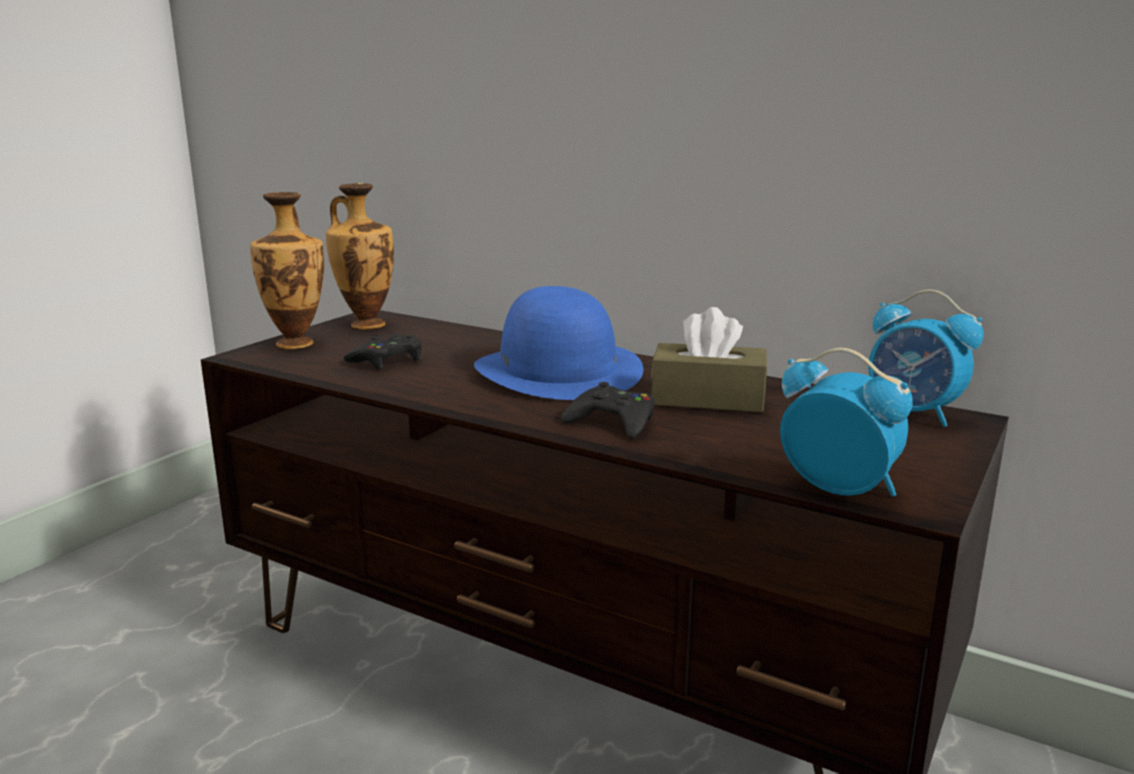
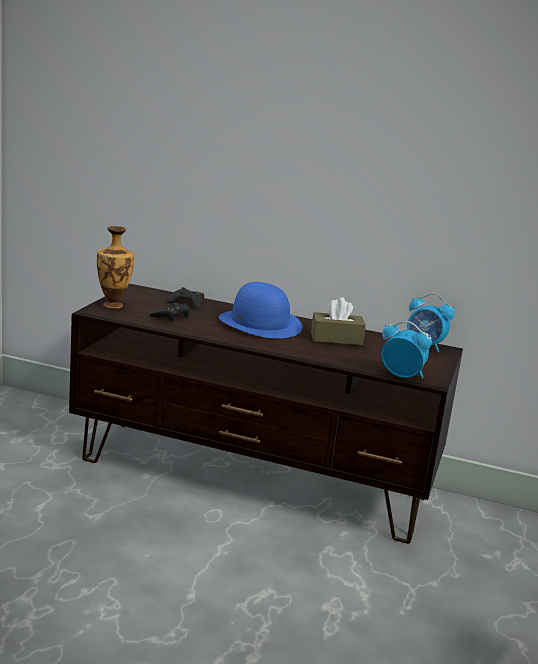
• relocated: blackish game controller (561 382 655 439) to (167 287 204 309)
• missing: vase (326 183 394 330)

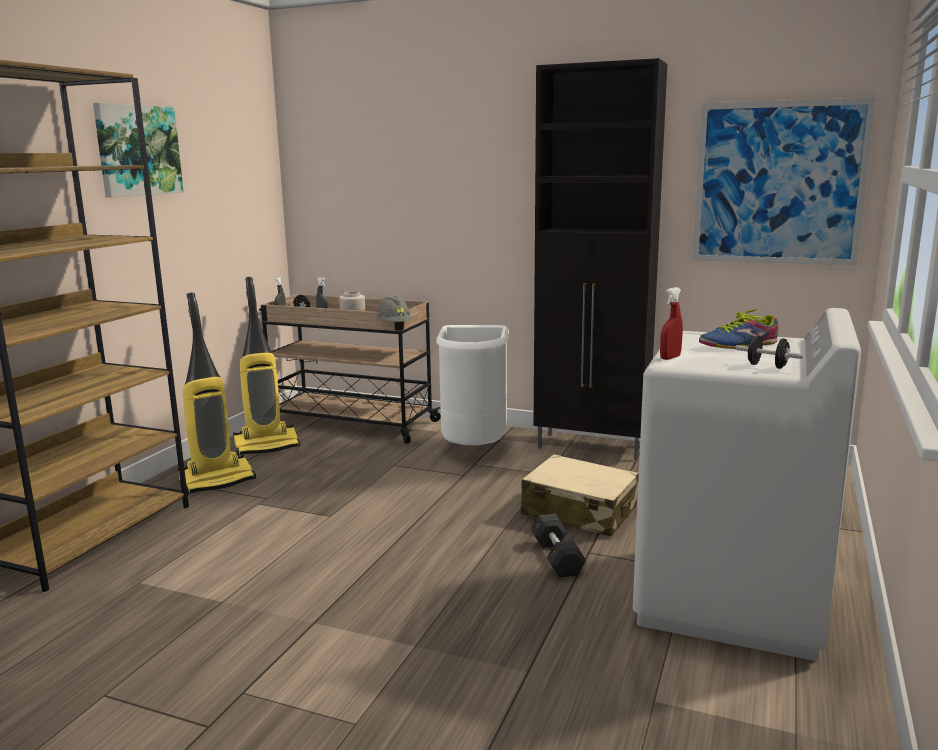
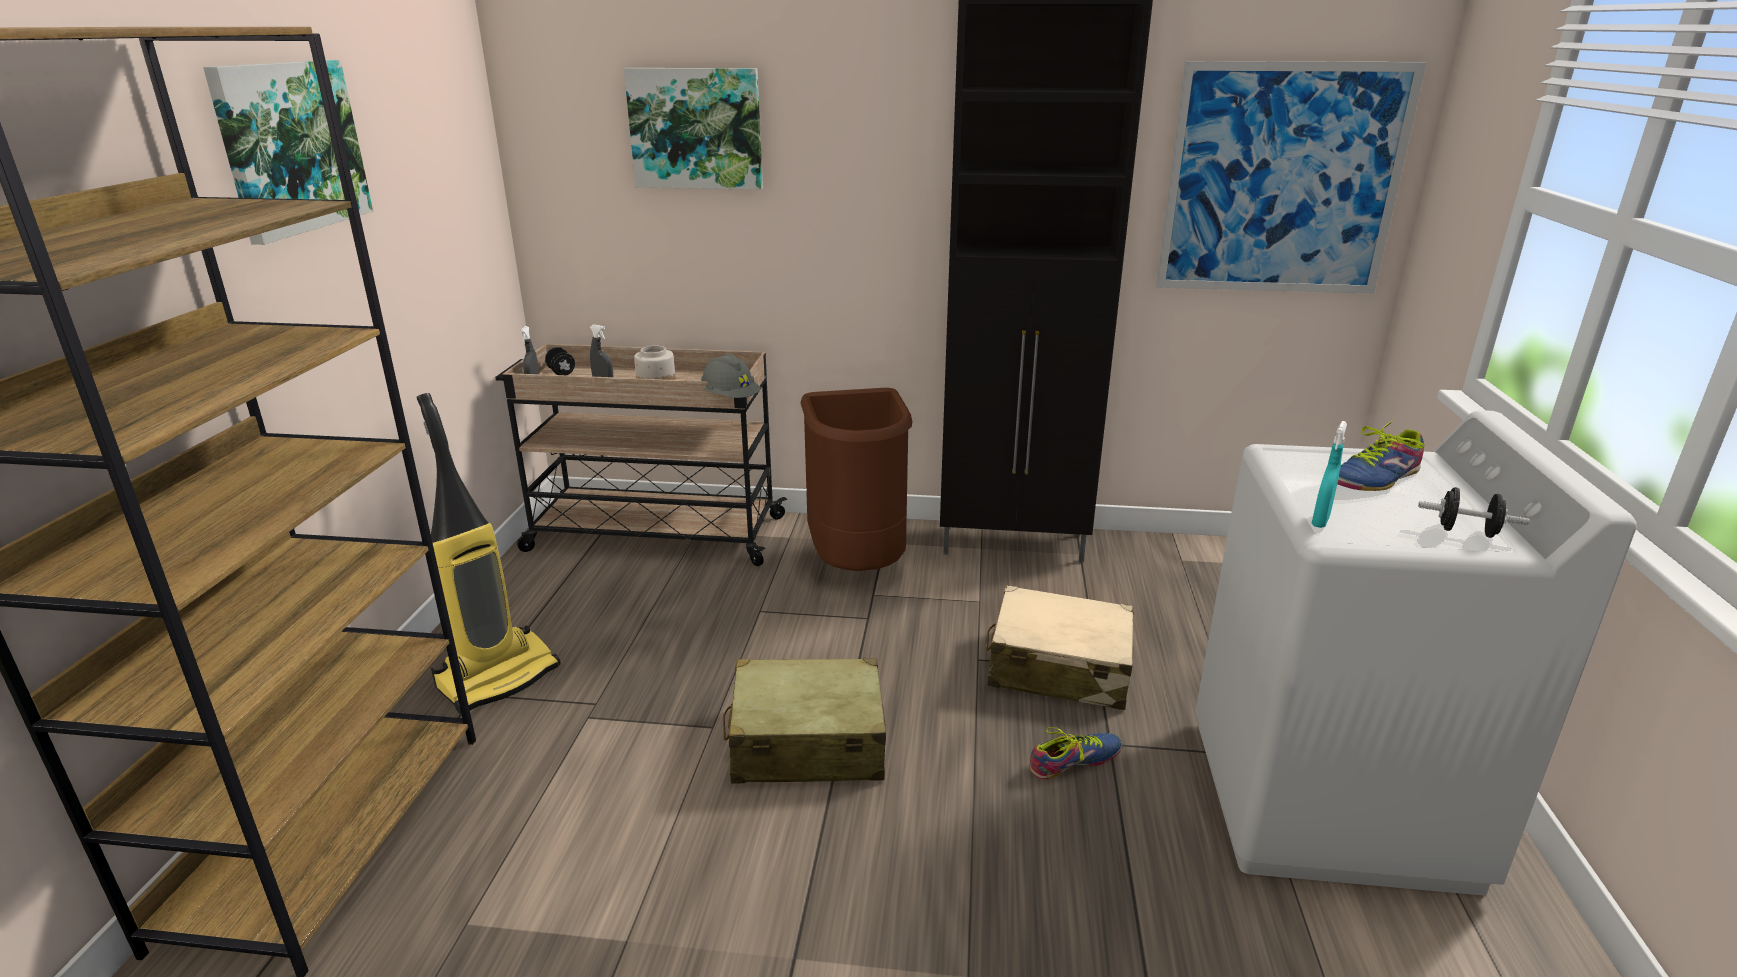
• appeared: wall art (624 68 763 190)
• appeared: sand-coloured travel case (723 658 886 784)
• colour: white-coloured trash can (436 325 509 445) to brownish trash can (800 388 912 571)
• exchanged: greyish dumbbell (531 514 586 577) to item of footwear (1030 727 1122 780)
• colour: reddish sprayer (660 287 683 360) to blue-green sprayer (1311 421 1347 528)
• missing: hoover (233 277 300 456)

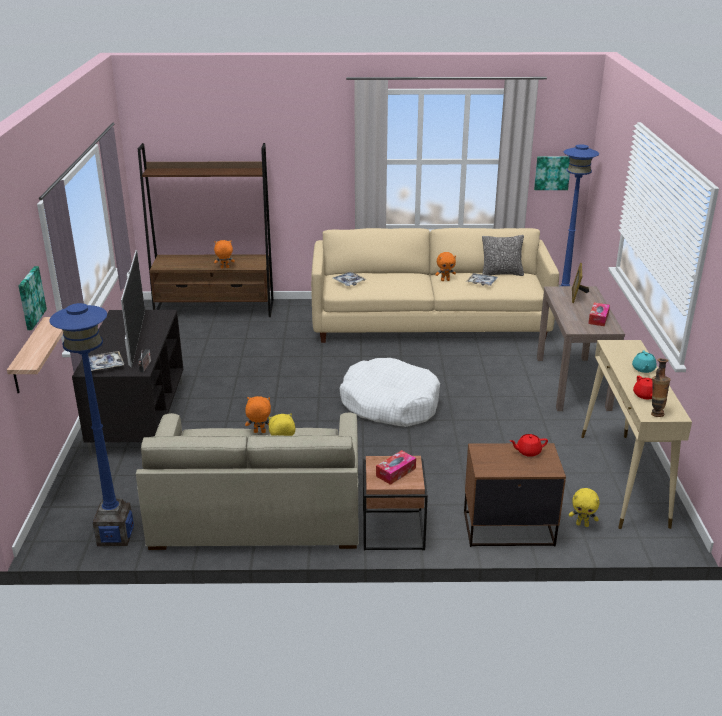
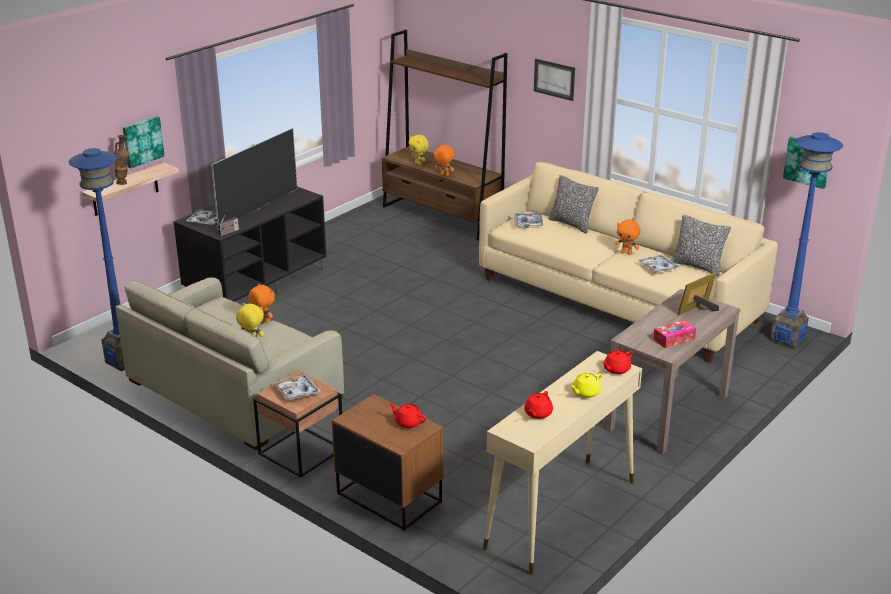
• relocated: vase (651 358 671 417) to (114 135 129 185)
• exchanged: tissue holder (376 450 416 485) to tray (274 375 321 401)
• relocated: yellowish cuddly toy (569 488 600 527) to (409 135 429 165)
• appeared: wall art (534 59 575 101)
• appeared: cushion (548 175 599 233)
• colour: blue-green teapot (632 351 657 373) to yellowish teapot (570 373 602 398)
• appeared: reddish teapot (602 350 632 374)
• missing: white-coloured dog bed (340 358 440 427)

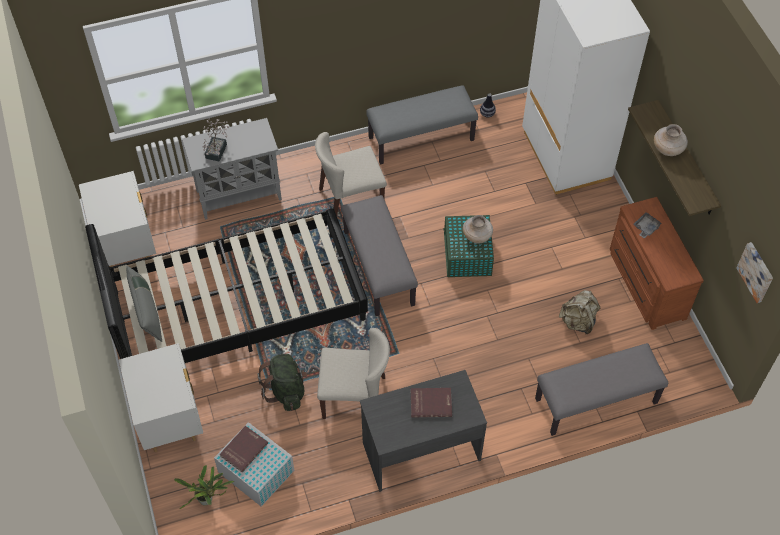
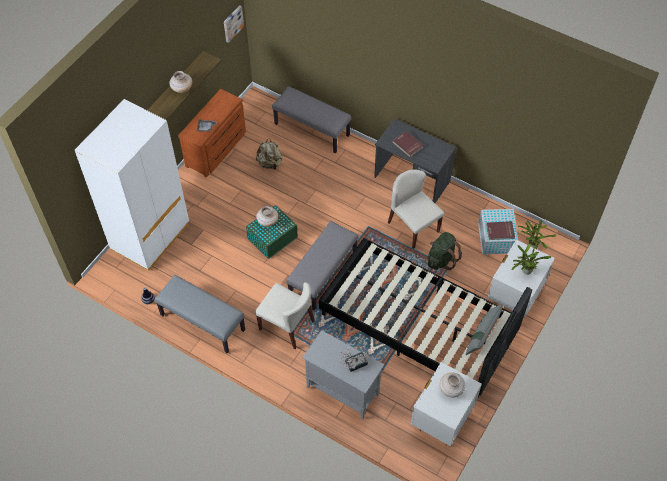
• appeared: sand-coloured vase (439 373 465 398)
• appeared: houseplant (511 242 551 275)

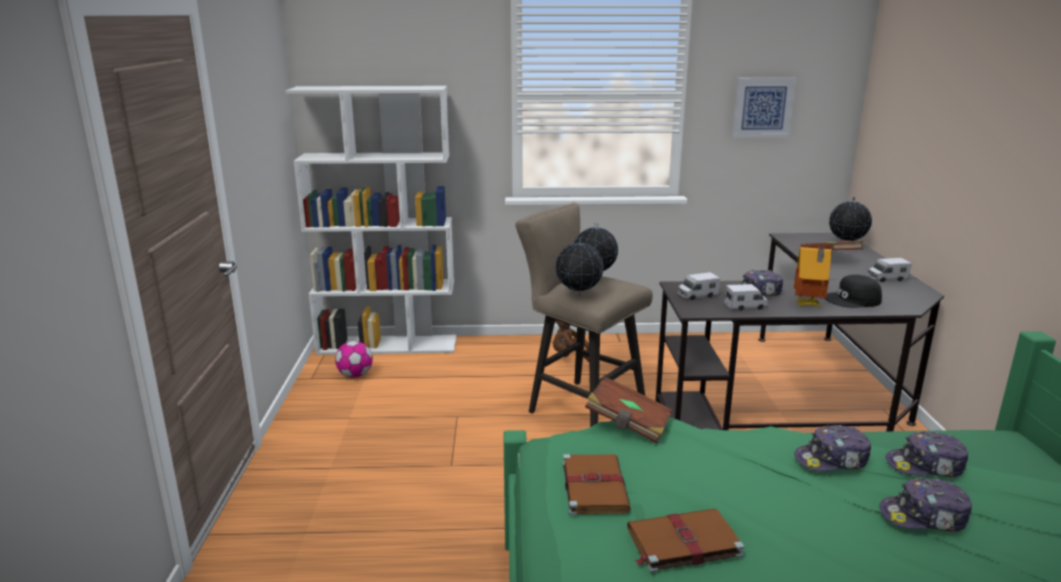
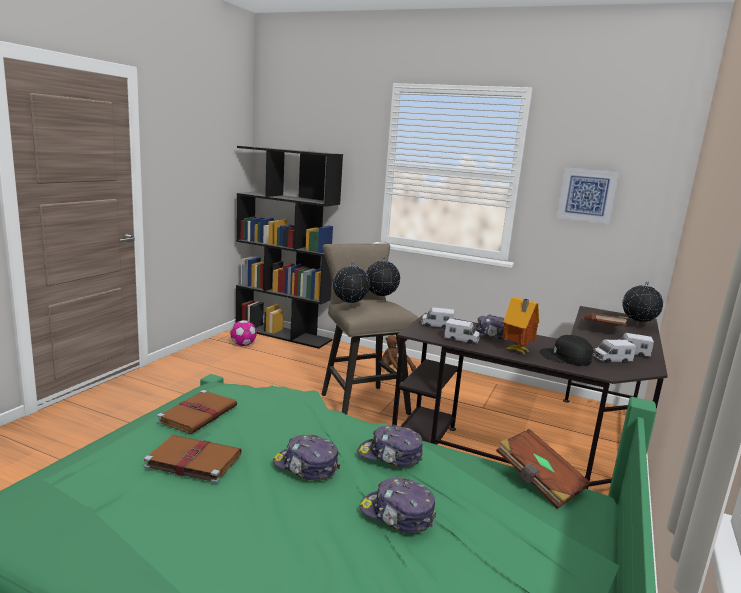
• colour: white-coloured bookcase (286 86 456 355) to blackish bookcase (236 146 343 349)
• relocated: peaked cap (886 431 968 477) to (273 434 341 481)
• relocated: brownish volume (585 376 673 444) to (496 429 590 509)
• appeared: model truck (593 340 636 363)

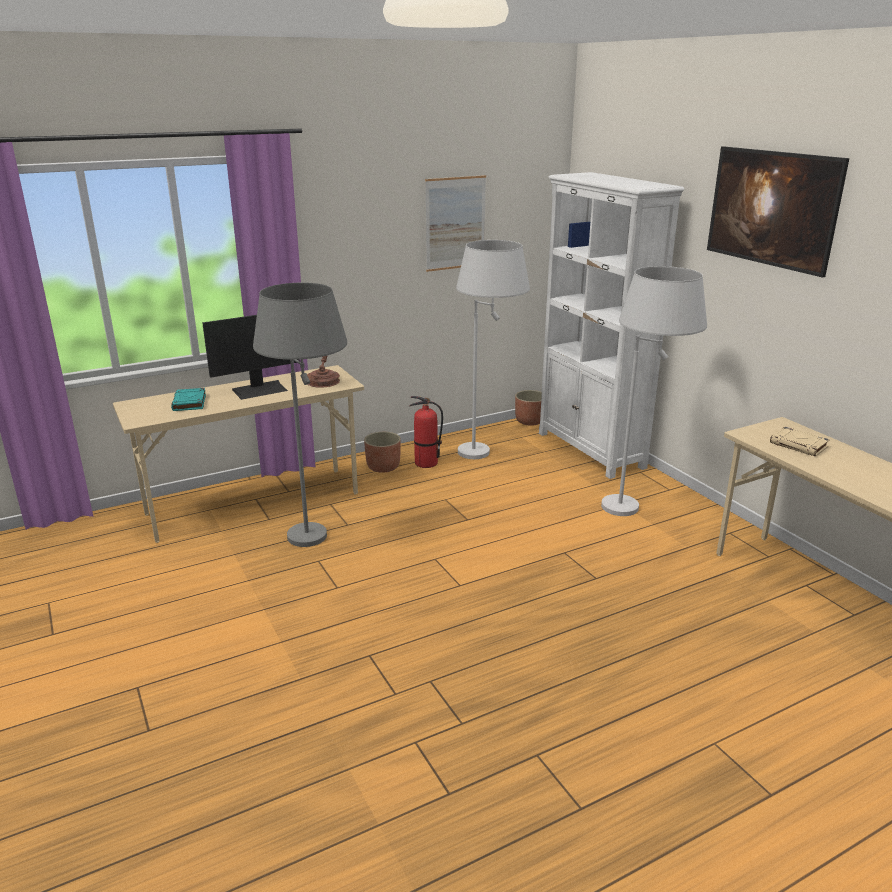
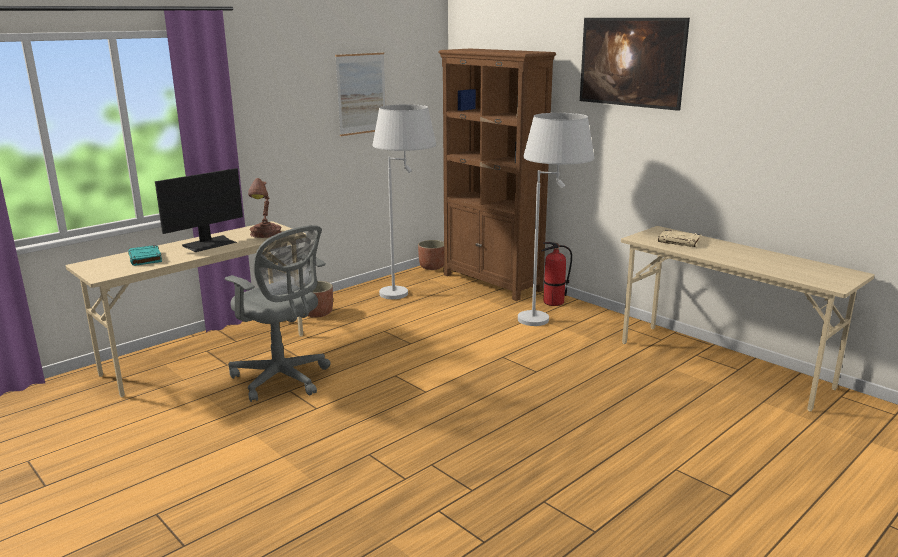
• exchanged: greyish standard lamp (253 283 347 547) to greyish office chair (225 225 331 402)
• colour: white-coloured bookcase (539 172 684 479) to brownish bookcase (438 49 556 301)
• relocated: fire extinguisher (409 396 443 468) to (541 242 572 306)

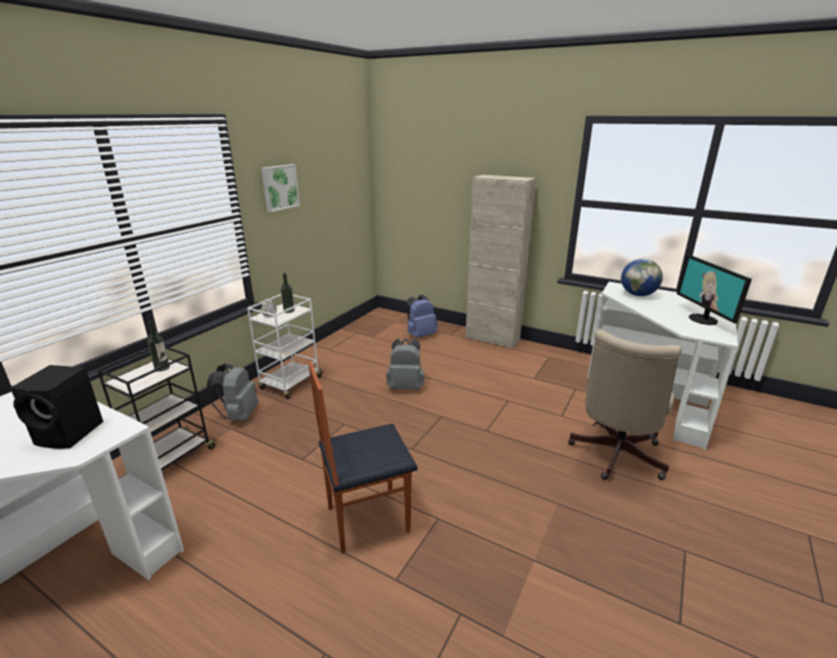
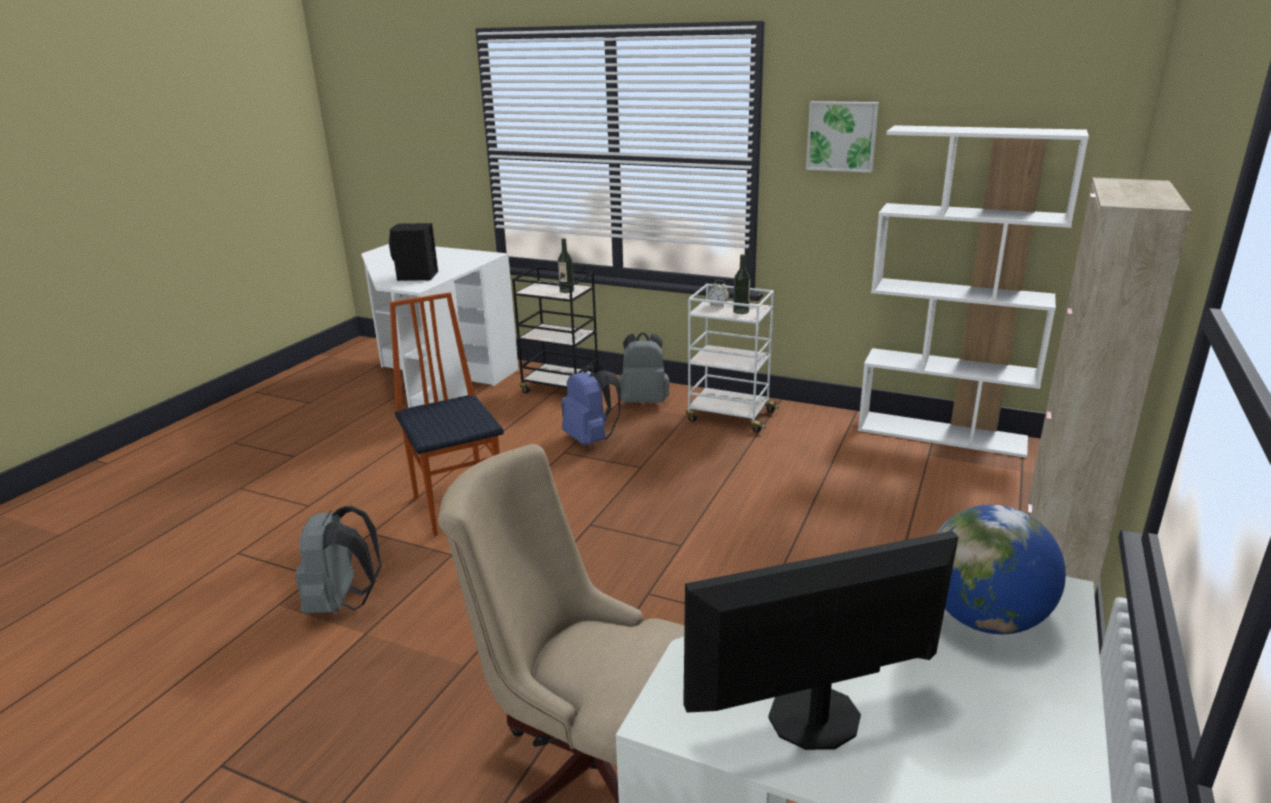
• relocated: greyish backpack (386 339 424 390) to (295 506 381 613)
• relocated: bluish backpack (406 295 438 338) to (562 364 621 445)
• appeared: white-coloured bookcase (858 125 1089 458)

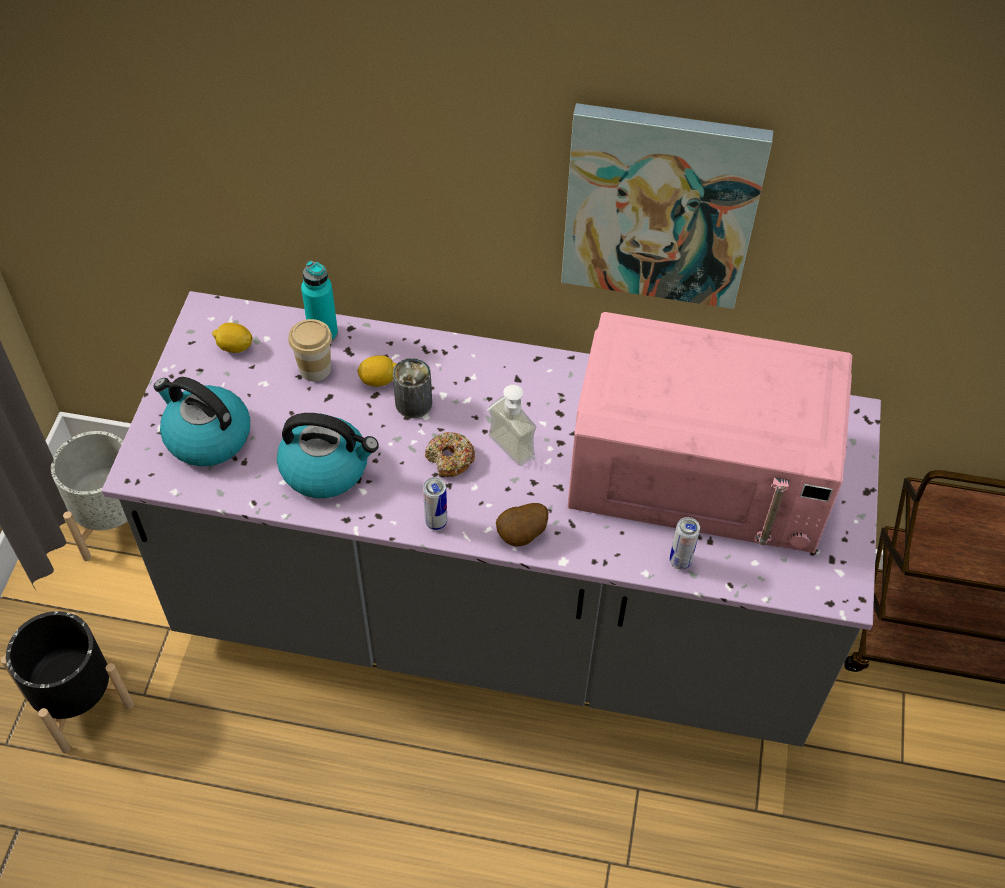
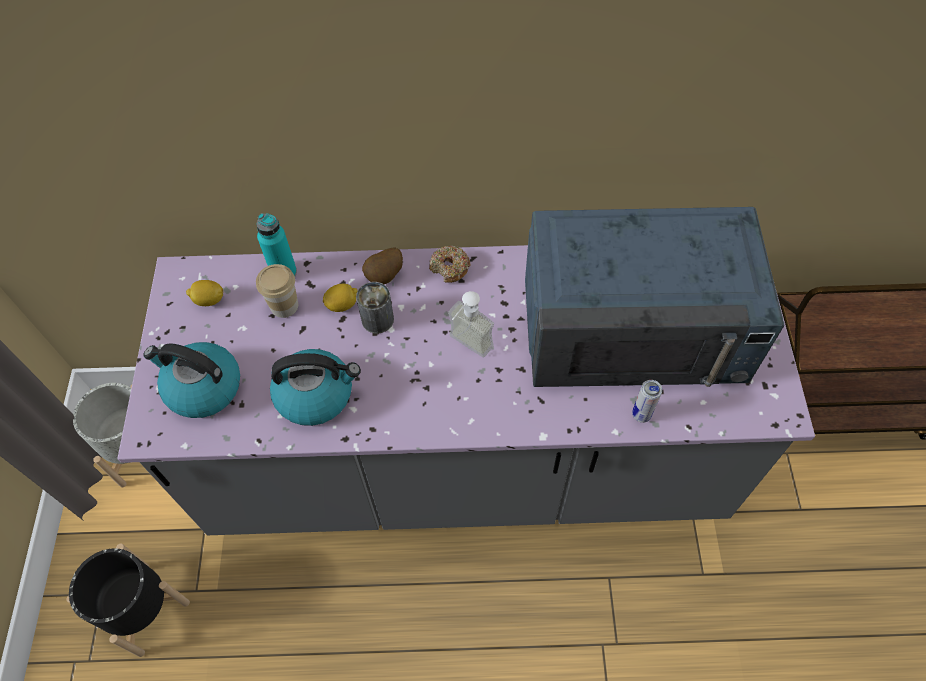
• relocated: spud (496 503 548 546) to (362 248 403 284)
• relocated: ring doughnut (425 432 475 477) to (429 246 471 283)
• colour: pink microwave oven (567 312 852 553) to bluish microwave oven (525 207 784 387)
• missing: can (423 477 447 530)
• missing: wall art (561 103 774 309)

